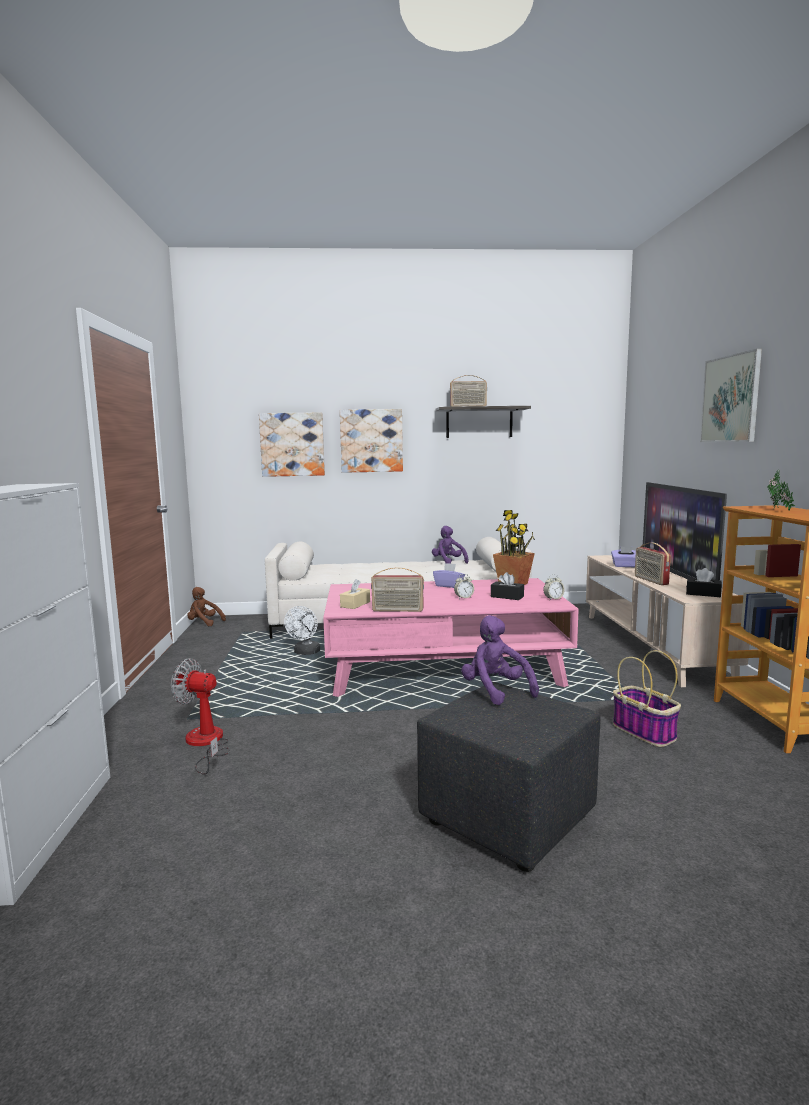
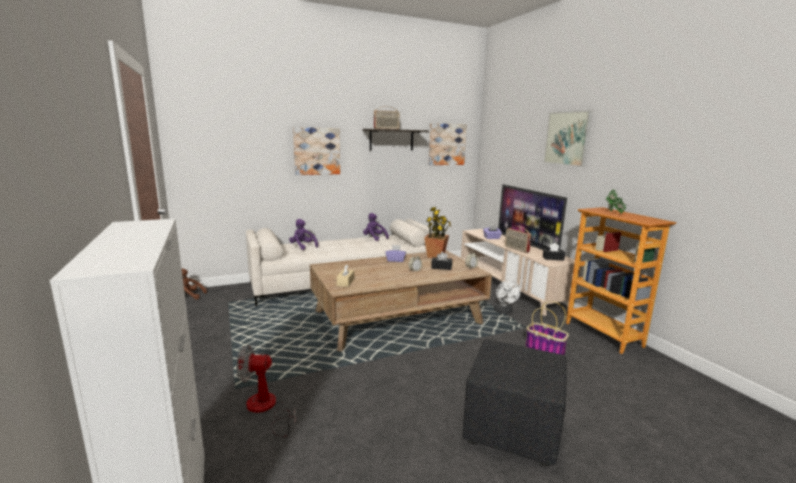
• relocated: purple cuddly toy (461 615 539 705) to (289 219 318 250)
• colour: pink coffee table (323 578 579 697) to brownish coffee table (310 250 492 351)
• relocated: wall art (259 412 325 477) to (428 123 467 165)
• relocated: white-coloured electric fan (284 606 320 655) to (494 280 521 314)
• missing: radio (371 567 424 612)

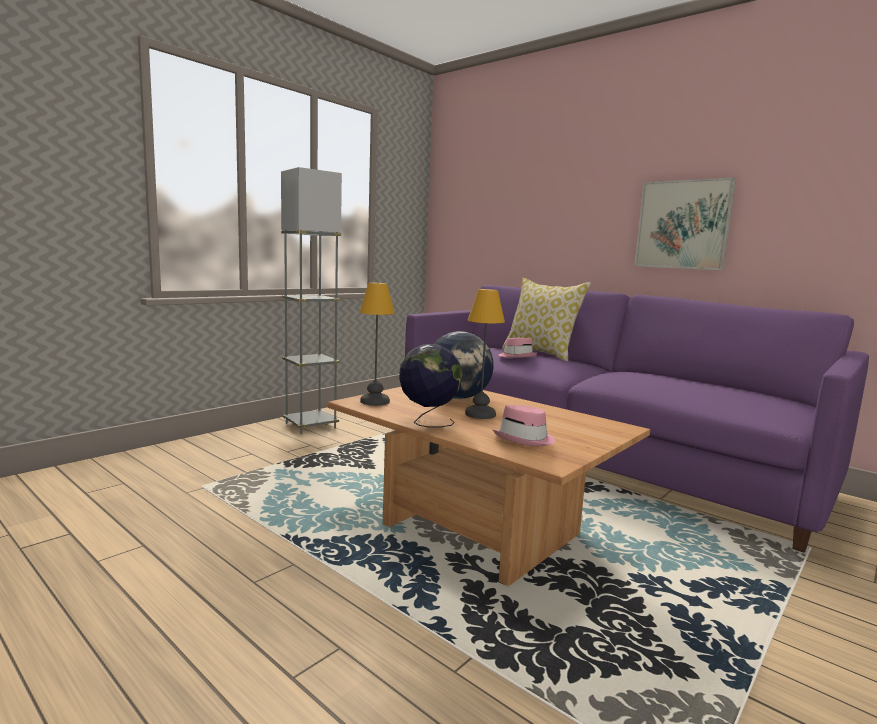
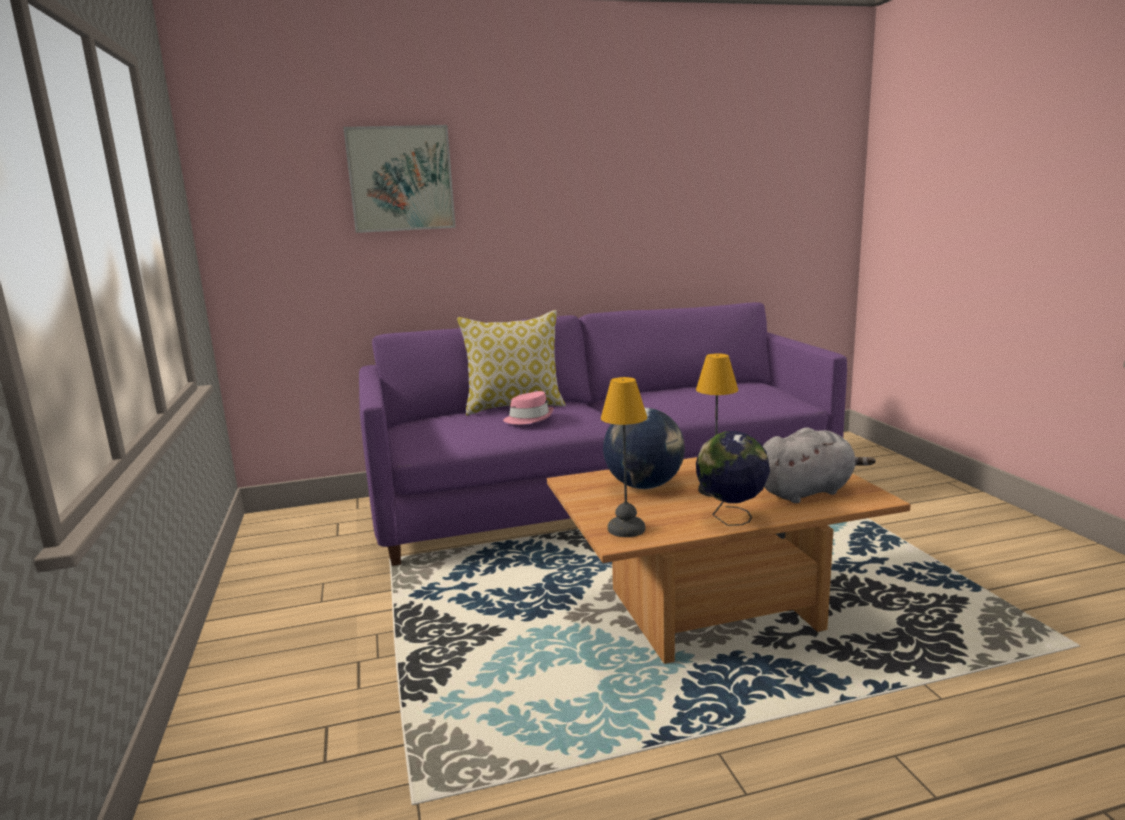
• relocated: wall art (634 177 736 270) to (343 125 456 233)
• exchanged: pink wearable hat (493 405 555 446) to greyish cuddly toy (763 427 876 503)
• missing: greyish standard lamp (281 167 342 434)

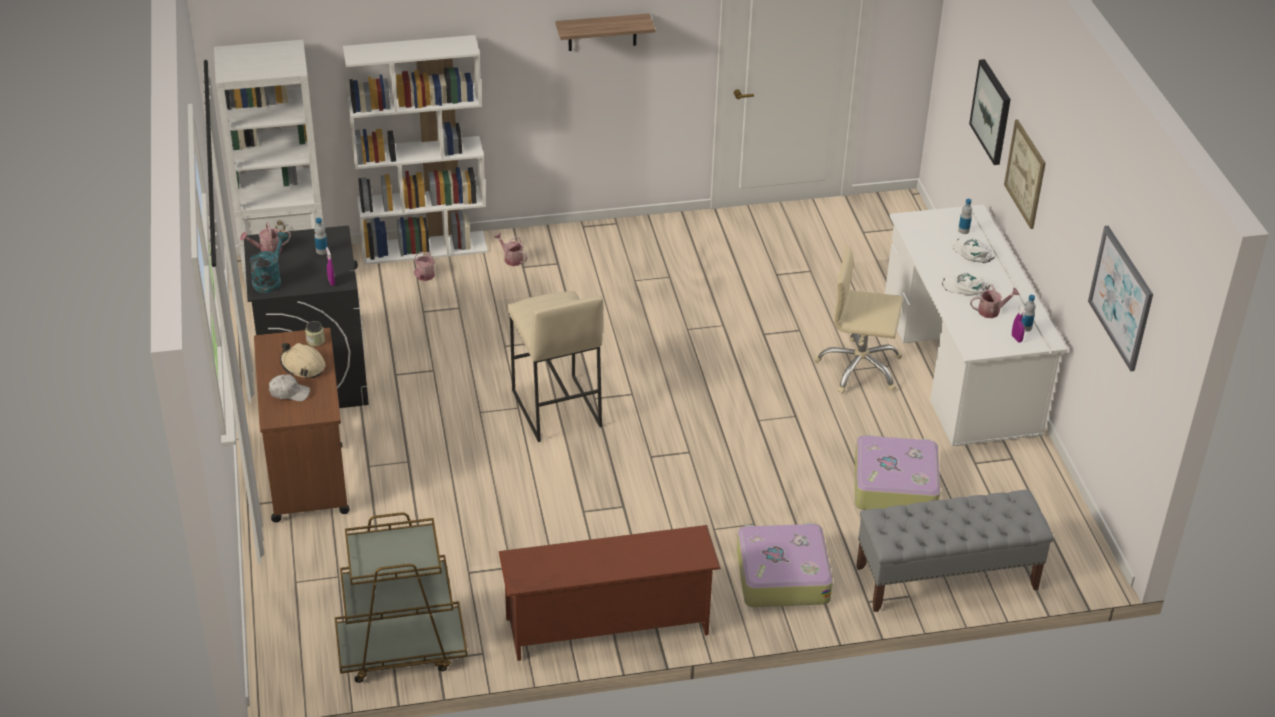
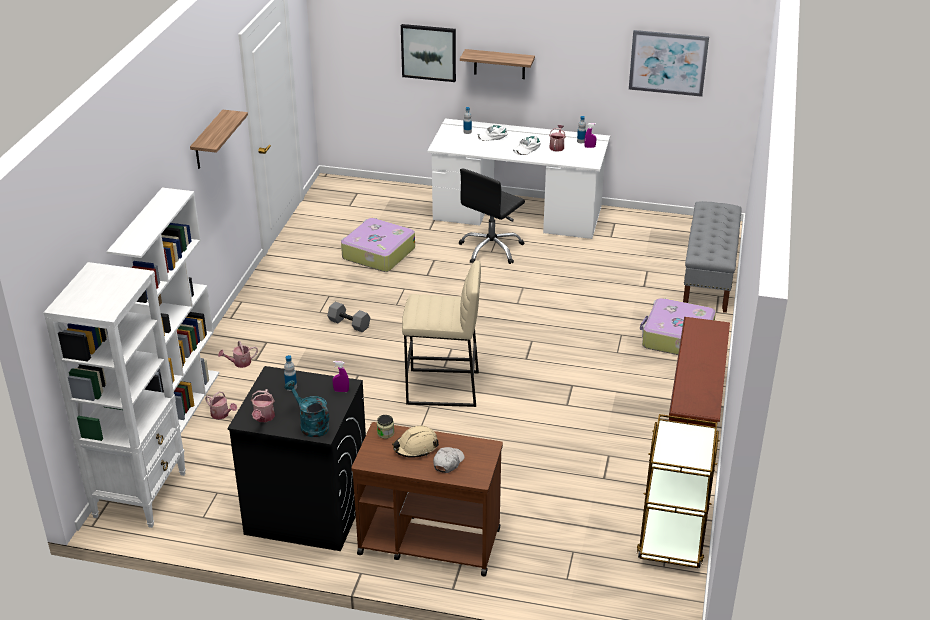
• appeared: greyish dumbbell (327 302 370 332)
• relocated: travel case (855 435 941 510) to (341 218 415 272)
• colour: sand-coloured office chair (814 245 903 394) to blackish office chair (459 168 525 264)
• exchanged: wall art (1004 119 1046 229) to bracket shelf (460 49 535 79)

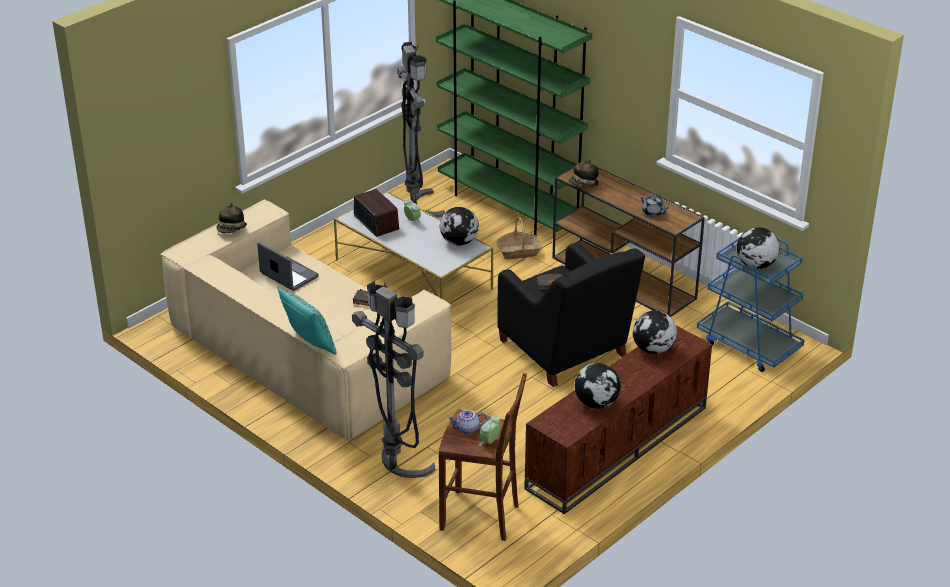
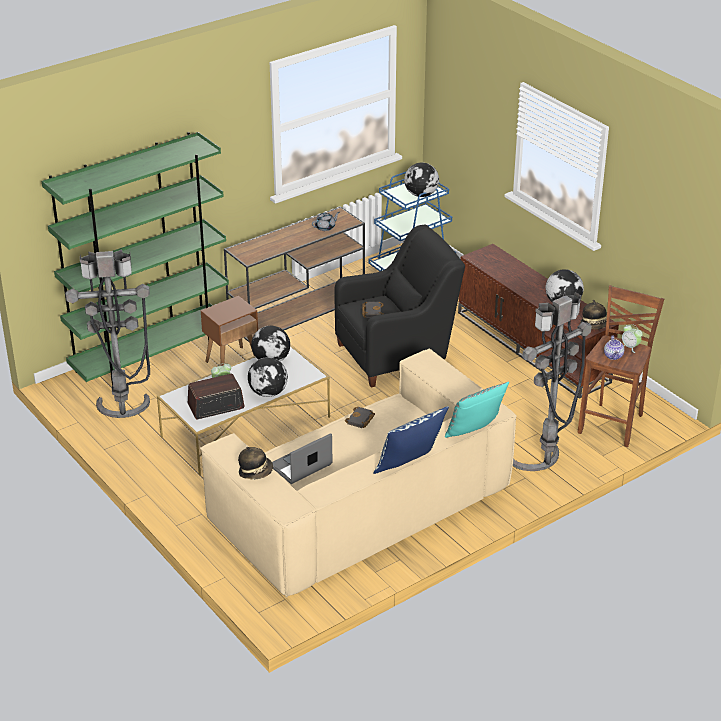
• exchanged: storage basket (496 217 542 259) to brownish accent table (201 296 258 366)
• relocated: world globe (633 311 677 354) to (248 357 288 397)
• appeared: cushion (373 406 449 474)
• relocated: wearable hat (568 160 599 187) to (580 300 607 329)

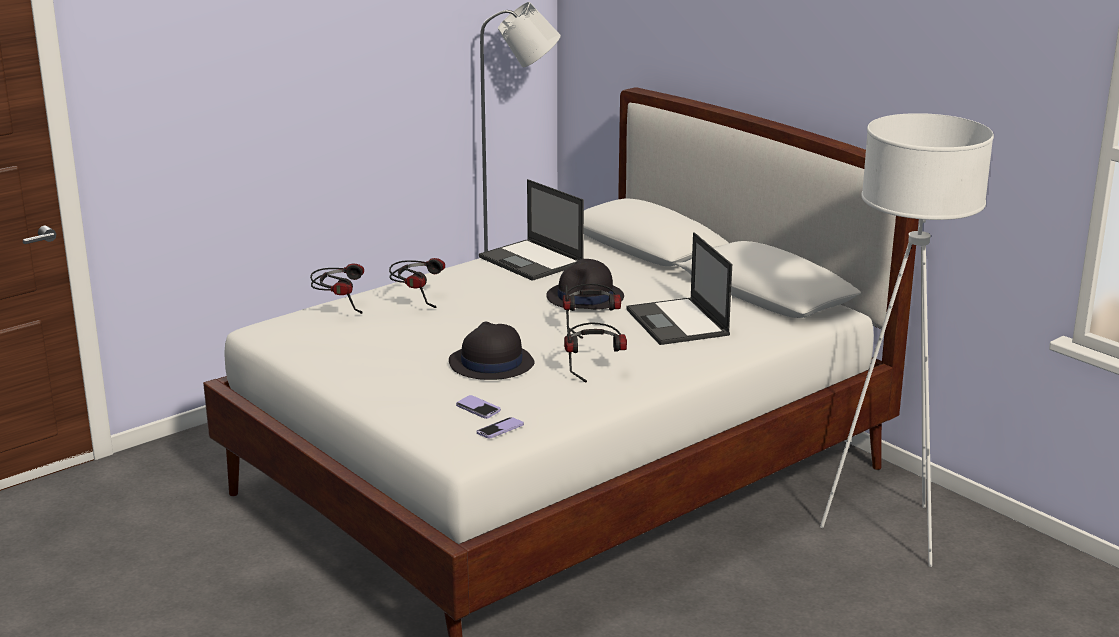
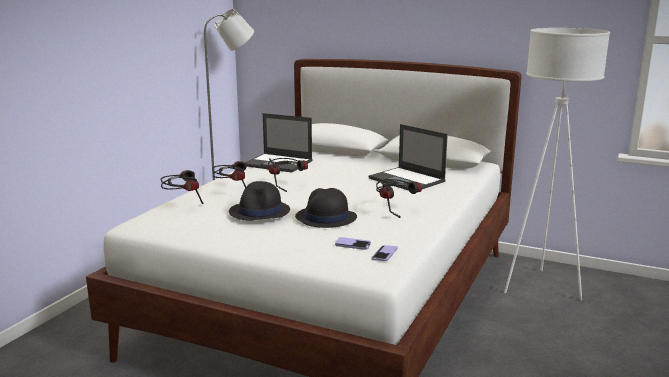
• relocated: blackish wearable hat (546 259 624 310) to (229 181 290 221)
• relocated: headphones (563 283 621 339) to (268 158 308 192)

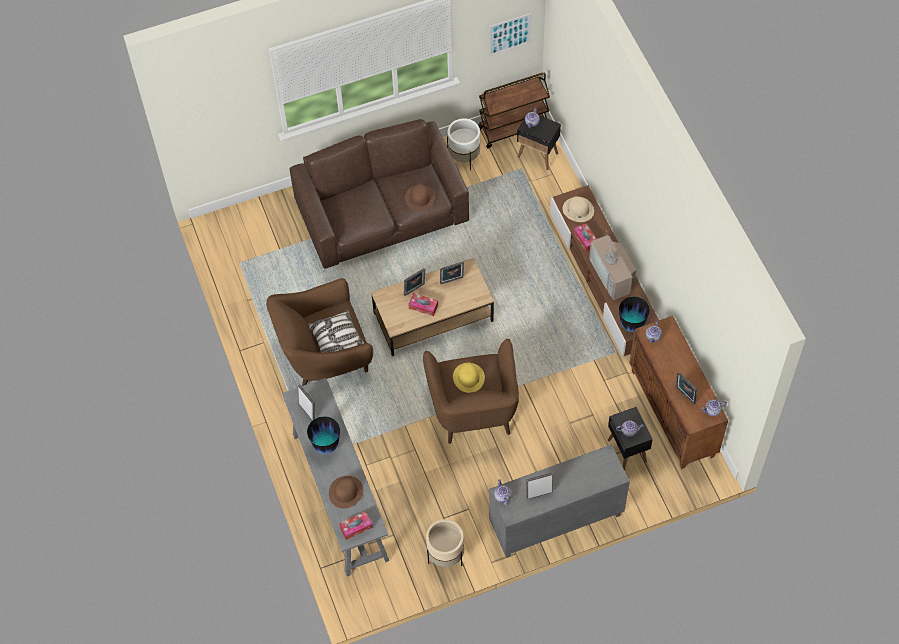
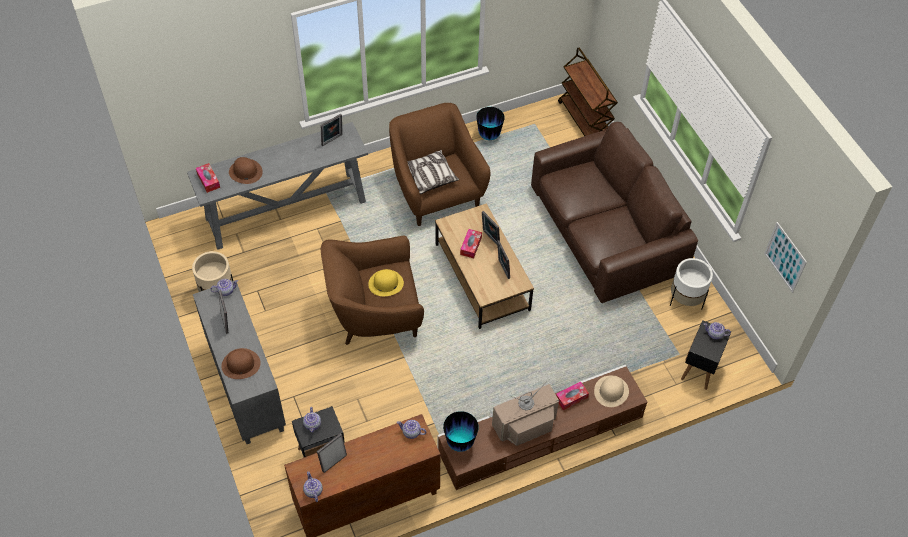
• relocated: brownish wearable hat (405 184 435 212) to (221 348 261 379)
• relocated: vase (307 416 340 454) to (476 107 505 140)
• relocated: brownish cart (478 72 550 148) to (558 48 618 136)

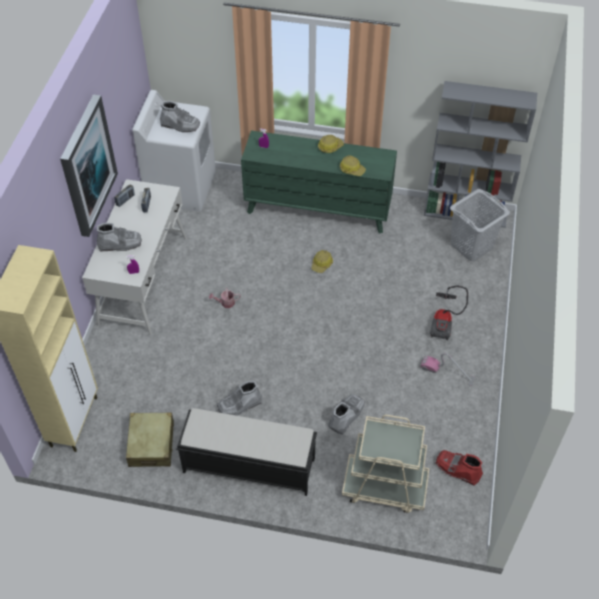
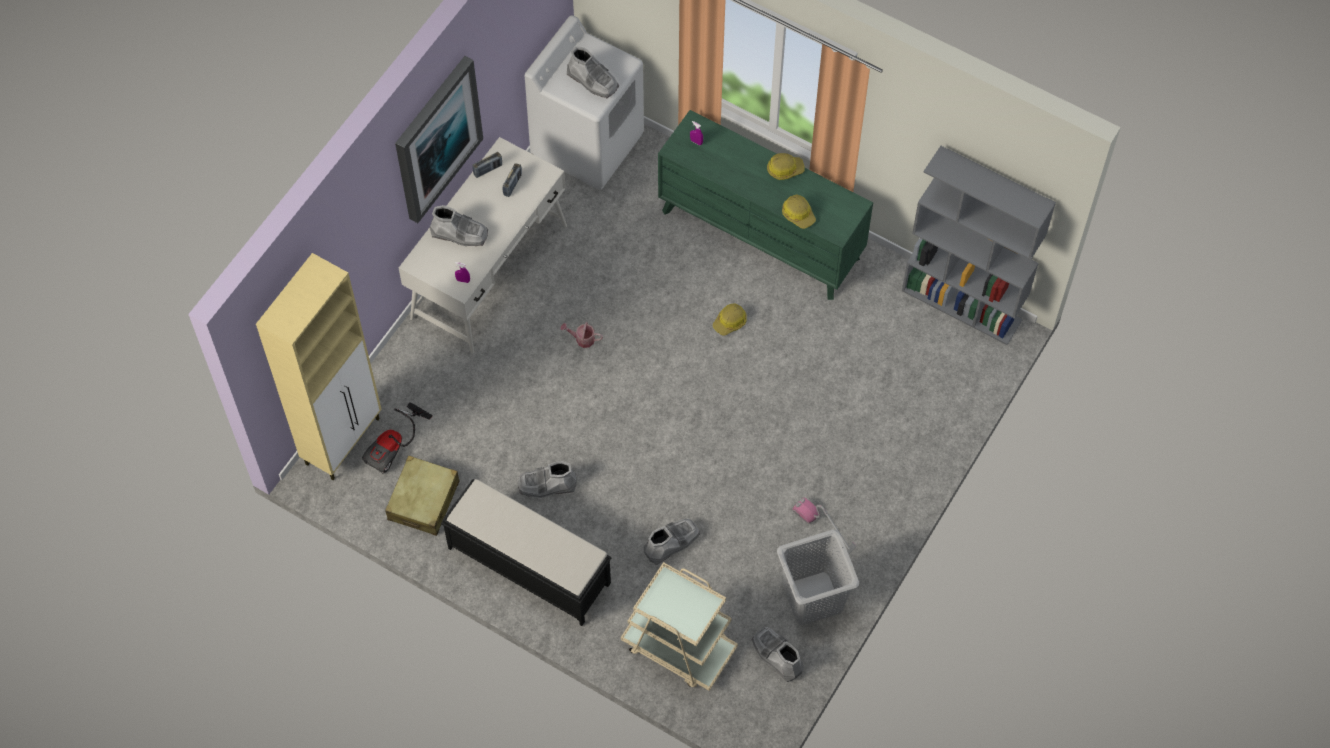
• relocated: hoover (430 286 468 340) to (362 402 433 474)
• colour: reddish boot (435 450 483 485) to greyish boot (751 627 804 682)
• relocated: greyish laundry basket (450 189 510 261) to (777 530 859 625)

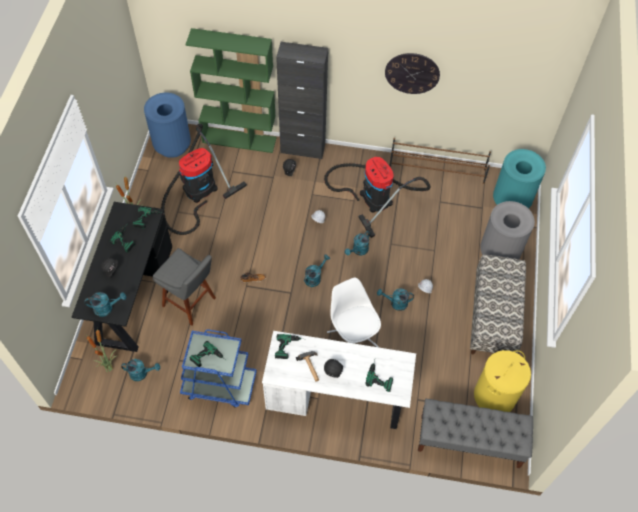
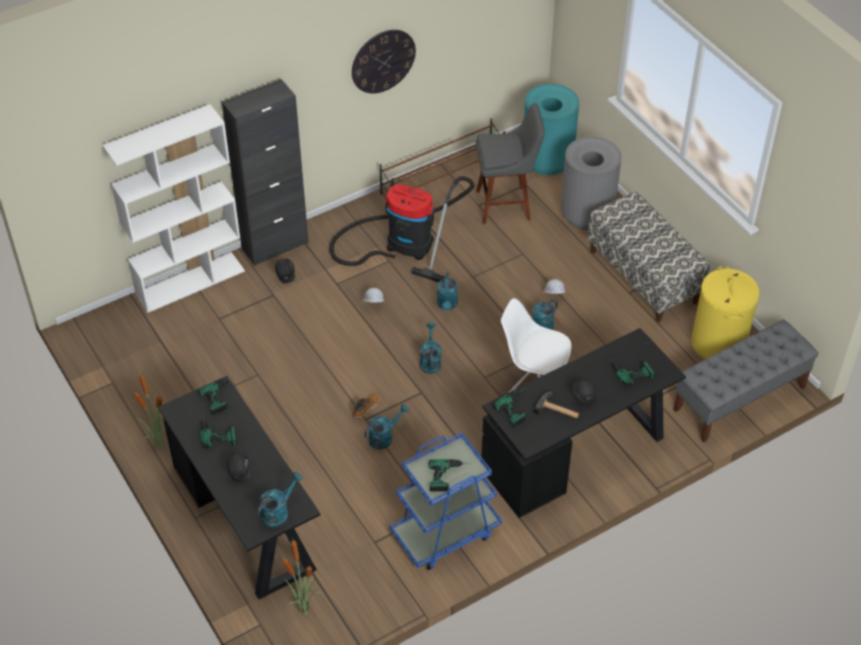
• colour: green-coloured bookcase (185 28 277 153) to white-coloured bookcase (103 104 245 313)
• relocated: blue-green watering pot (121 359 160 381) to (365 404 409 449)
• relocated: greyish sitting stool (153 248 216 326) to (476 103 545 224)
• colour: white-coloured desk table (262 331 416 429) to blackish desk table (481 328 686 518)
• missing: bluish trash can (144 93 191 158)
• missing: hoover (161 124 247 235)

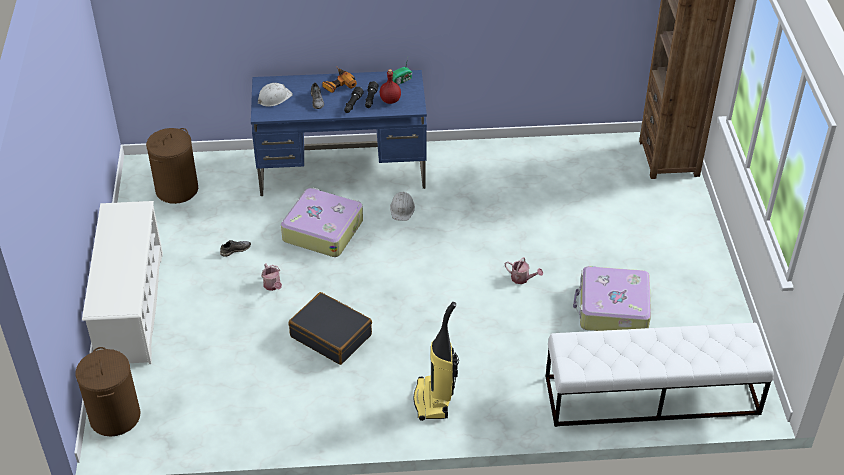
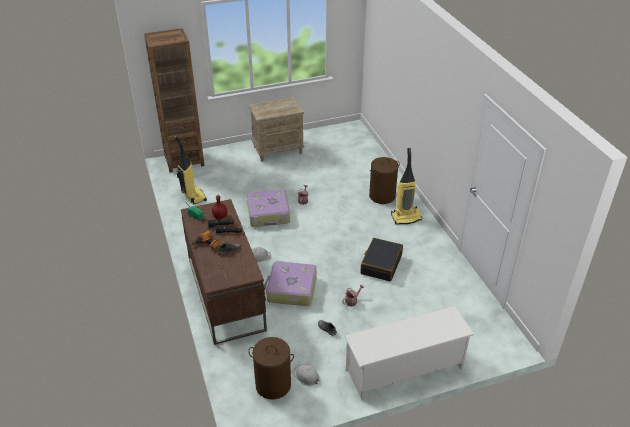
• appeared: hoover (174 136 207 205)
• colour: bluish desk table (251 70 427 196) to brownish desk table (181 199 267 345)
• relocated: travel case (573 266 651 331) to (247 190 290 227)
• appeared: sand-coloured night table (249 97 305 162)
• relocated: white-coloured hard hat (258 83 293 107) to (293 364 319 386)
• relocated: brownish laundry basket (75 347 140 437) to (369 157 400 204)
• missing: white-coloured indoor bench (546 323 774 427)

